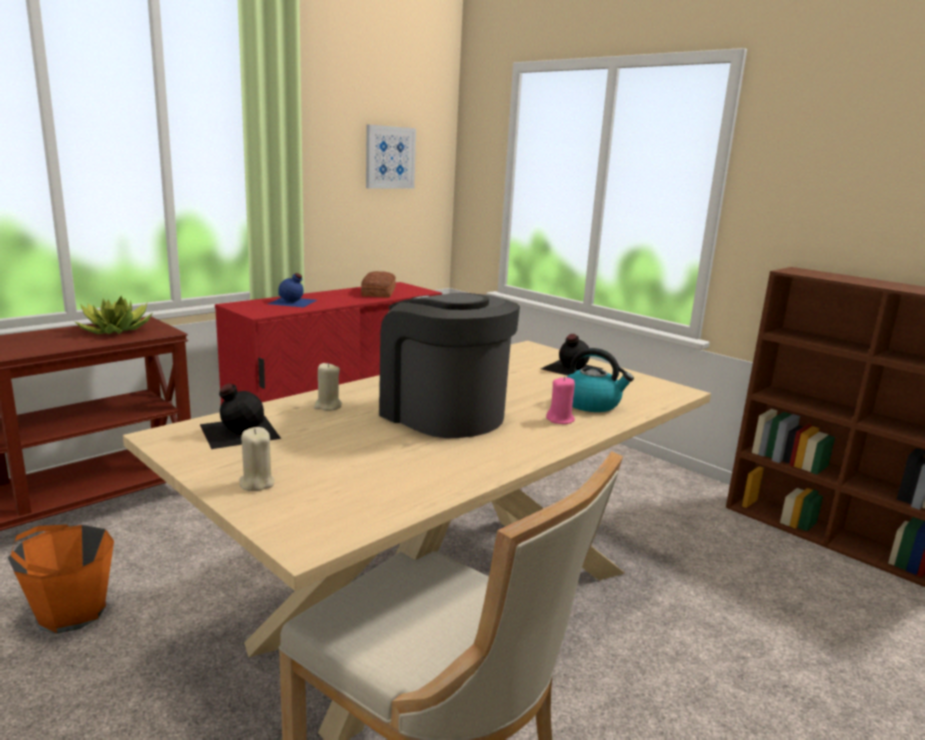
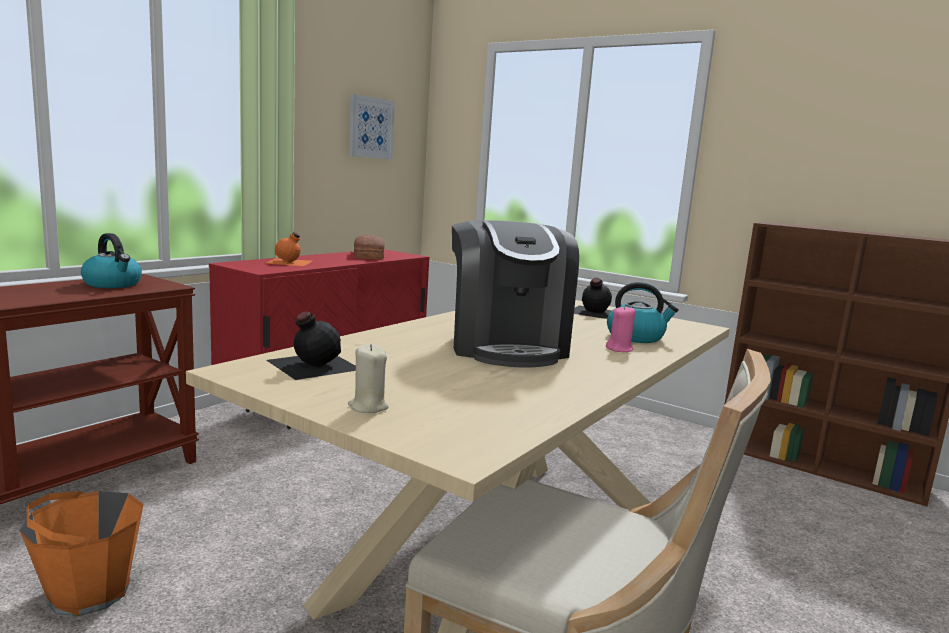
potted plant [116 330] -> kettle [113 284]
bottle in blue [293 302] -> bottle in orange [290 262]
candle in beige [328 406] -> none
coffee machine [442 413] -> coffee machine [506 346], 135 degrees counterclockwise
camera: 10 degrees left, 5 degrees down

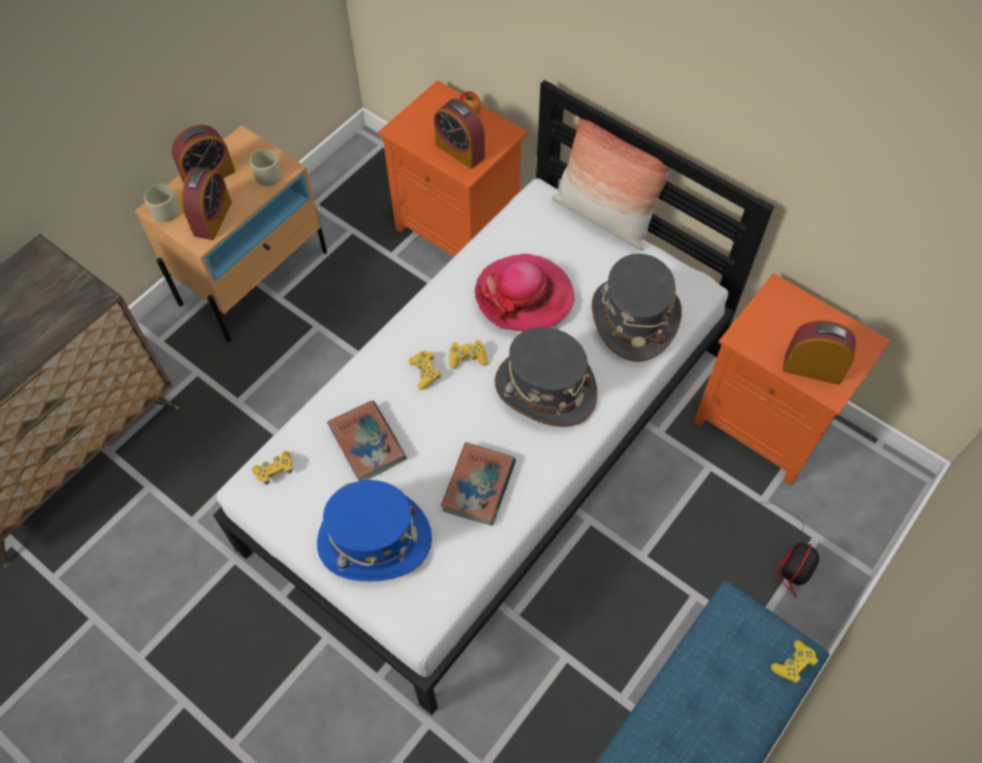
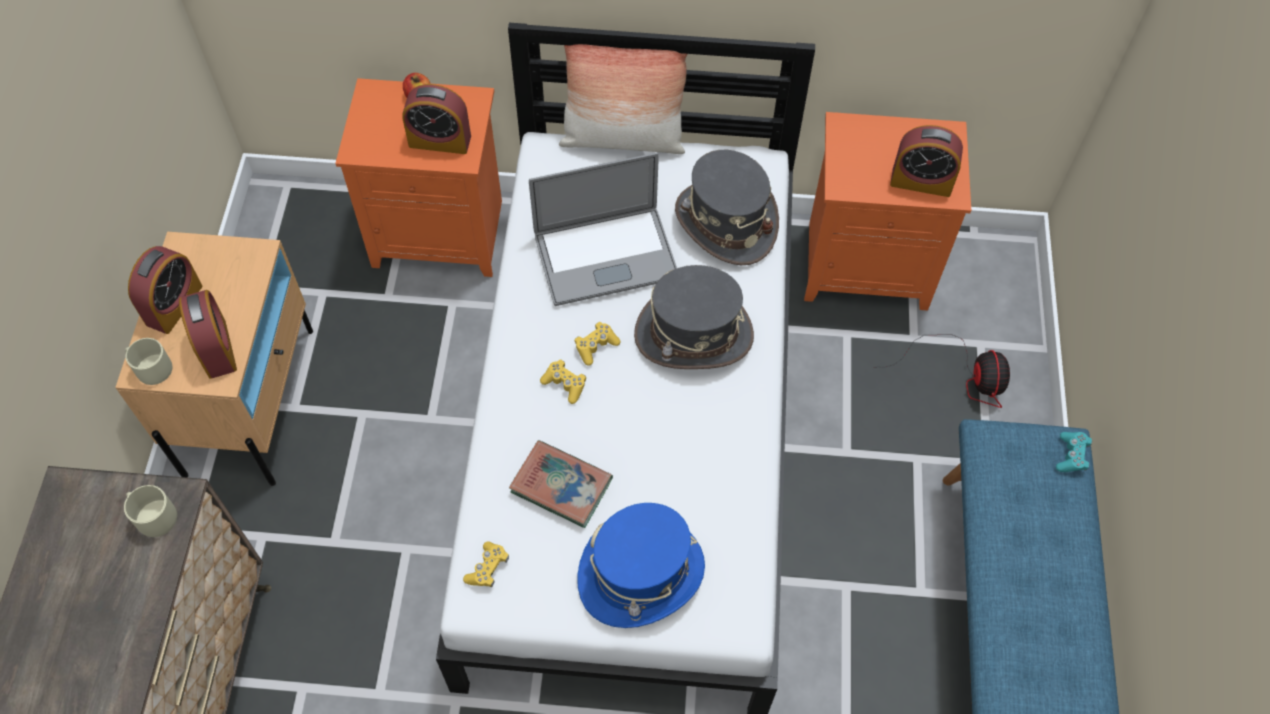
mug in beige [267 173] -> mug in beige [152 515], shifted
book [479 486] -> none
hat [524 296] -> laptop [606 256]
game controller in yellow [793 664] -> game controller in turquoise [1071 455]
alarm clock [812 368] -> alarm clock [921 181], 150 degrees counterclockwise
camera: 35 degrees left, 0 degrees up

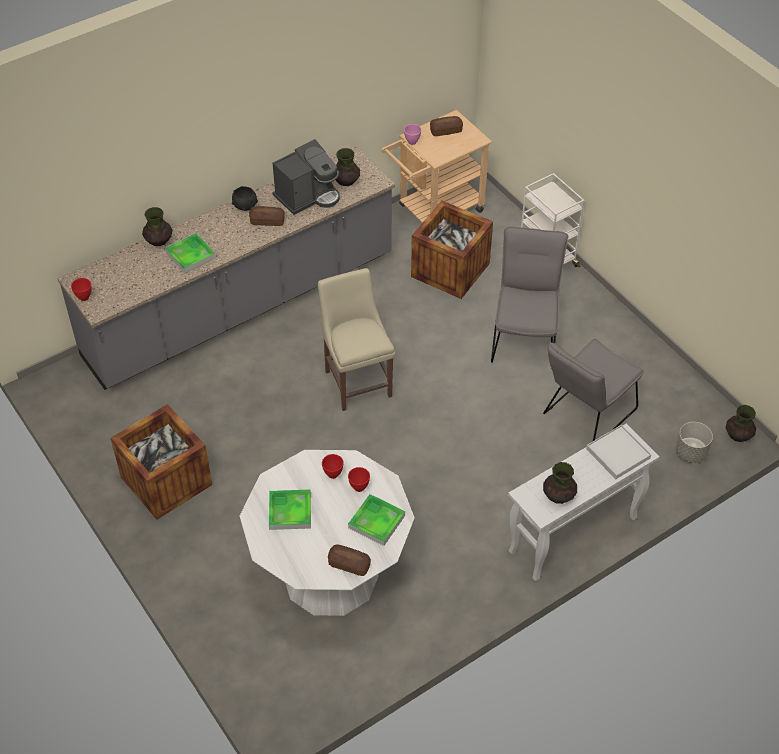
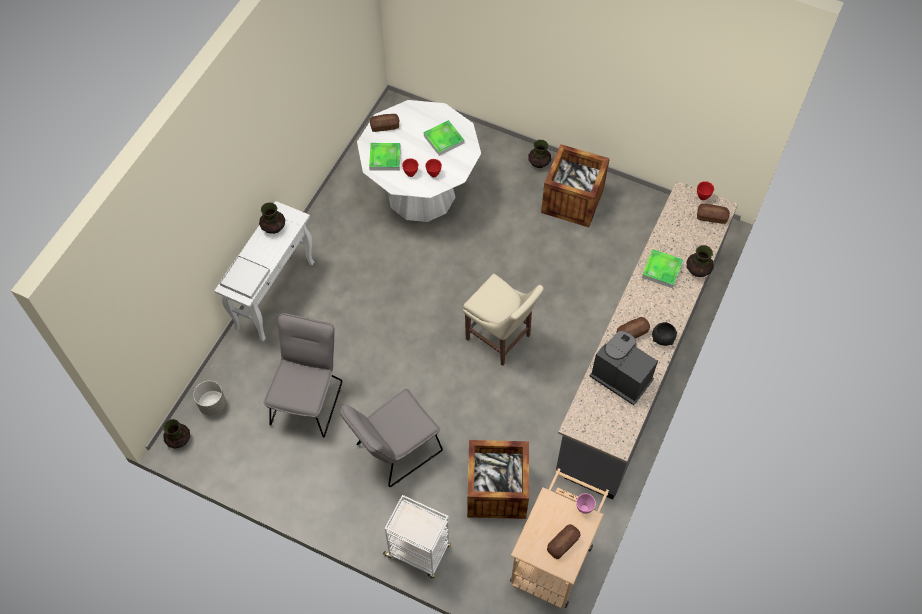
coffee machine [308 196] -> coffee machine [620 376], 105 degrees clockwise
vase [346 181] -> vase [539 163], shifted
chair in grey [525 335] -> chair in grey [394 451], 75 degrees clockwise
none -> bread [711 217]
camera: 150 degrees right, 10 degrees up

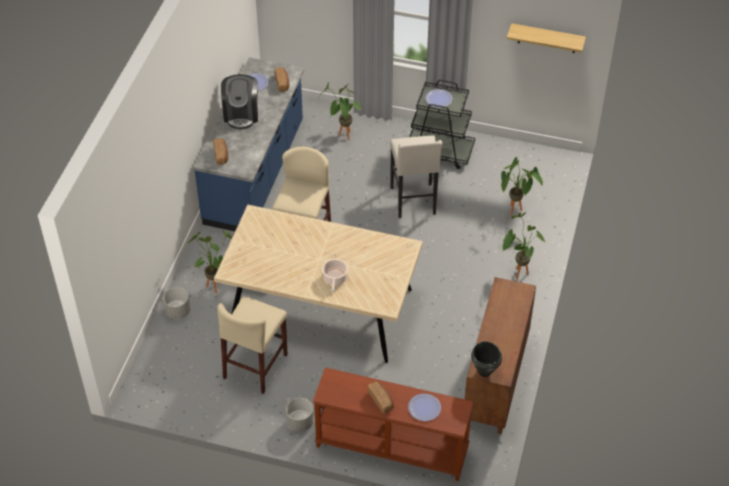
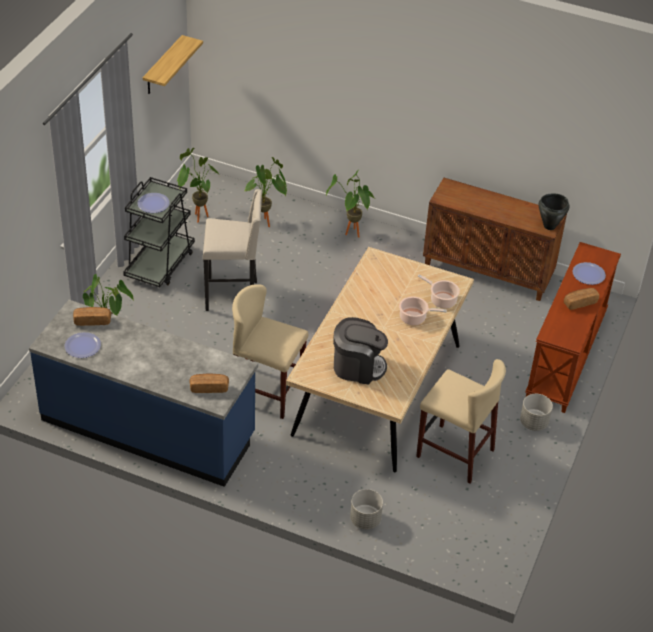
potted plant [214 284] -> potted plant [196 217], shifted
coffee machine [241 114] -> coffee machine [358 367], shifted
none -> cooking pot [441 300]
camera: 85 degrees left, 5 degrees down

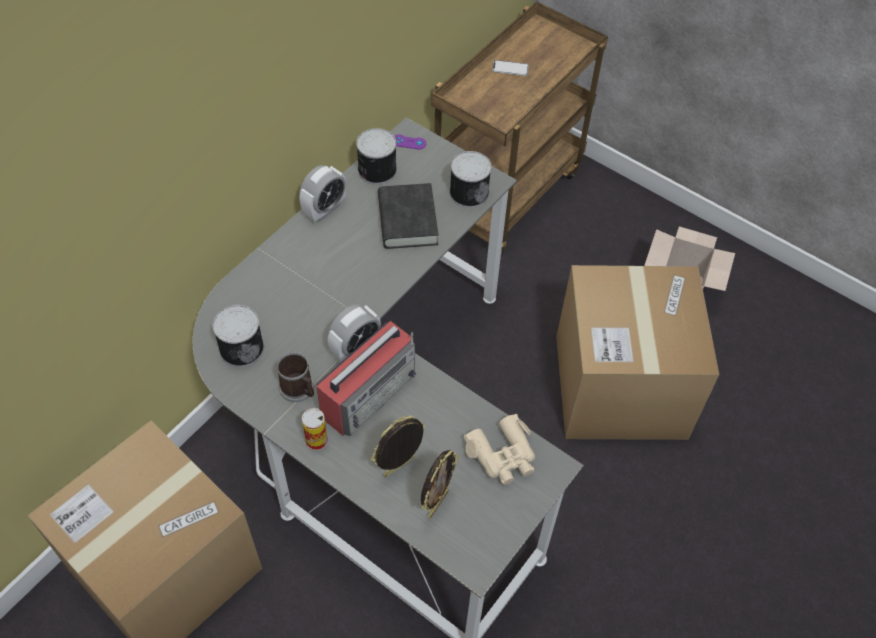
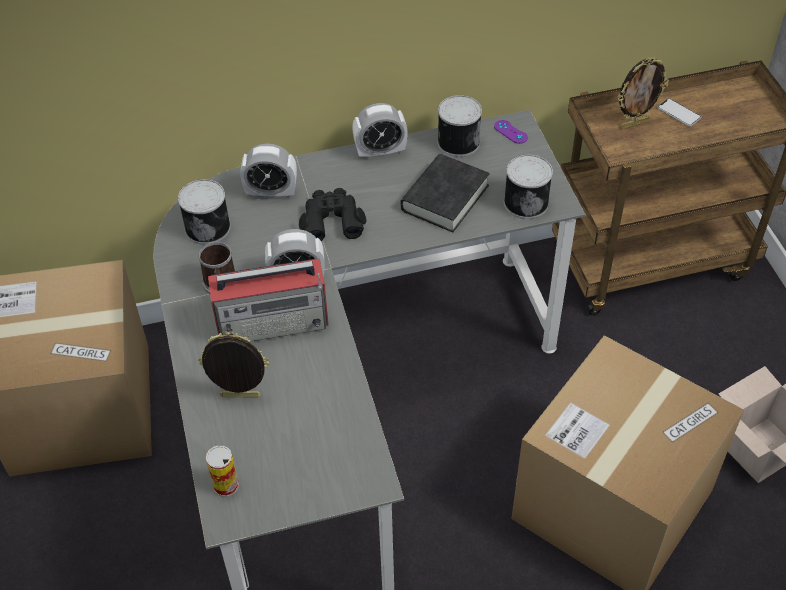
can [316 441] -> can [226 485], shifted
picture frame [437 503] -> picture frame [635 124], shifted
binoculars in beige [503 455] -> none
none -> alarm clock [271 193]
none -> binoculars in black [332 220]
camera: 40 degrees right, 5 degrees down

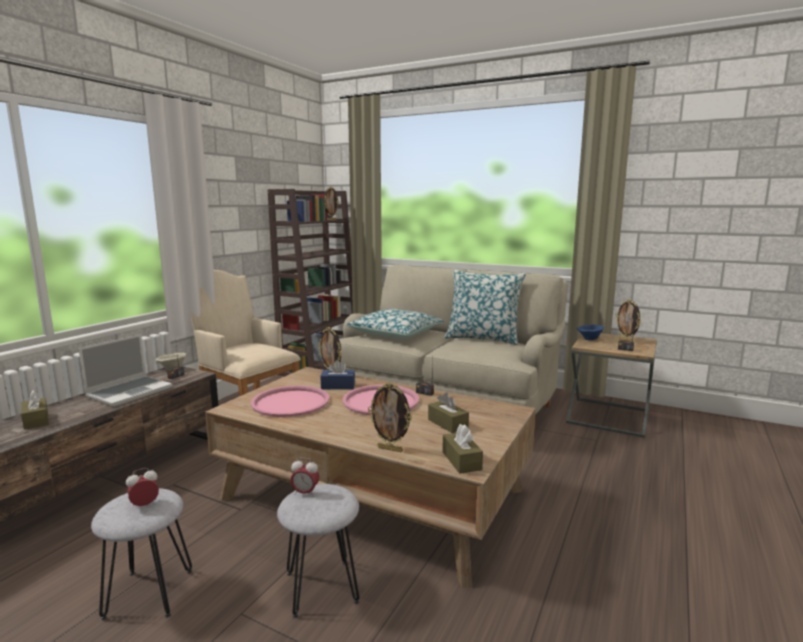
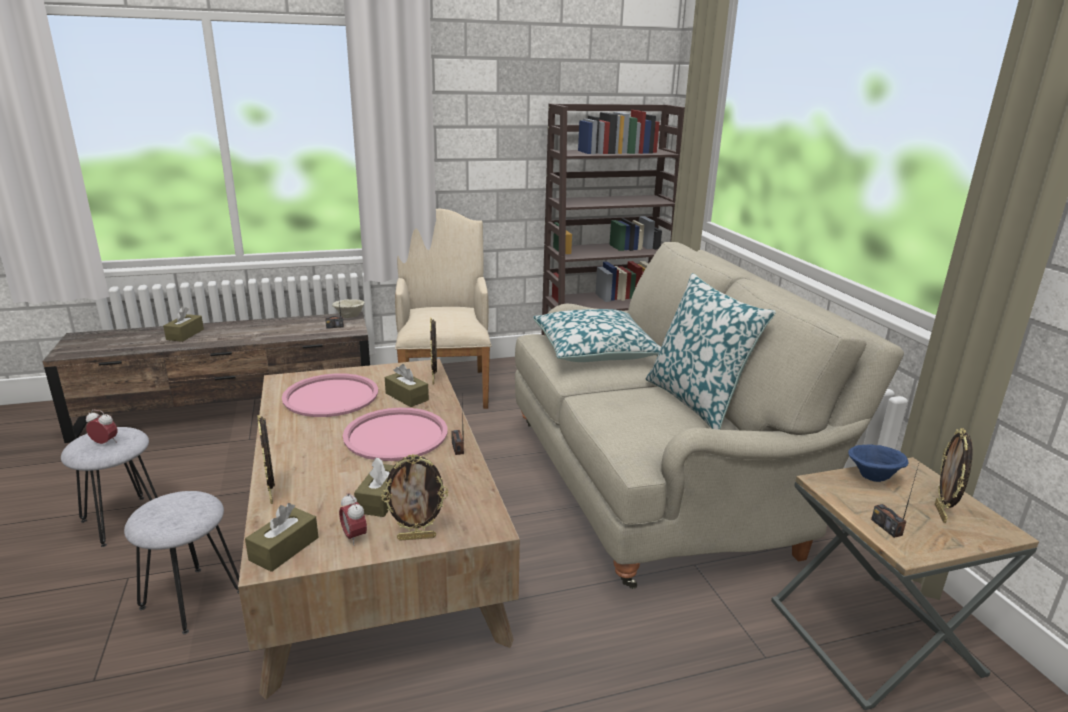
laptop [130 392] -> none
alarm clock [305 493] -> alarm clock [354 537], shifted
tissue box in blue [338 386] -> tissue box in brown [407 397]
picture frame [331 220] -> picture frame [417 537], shifted
camera: 45 degrees right, 10 degrees up

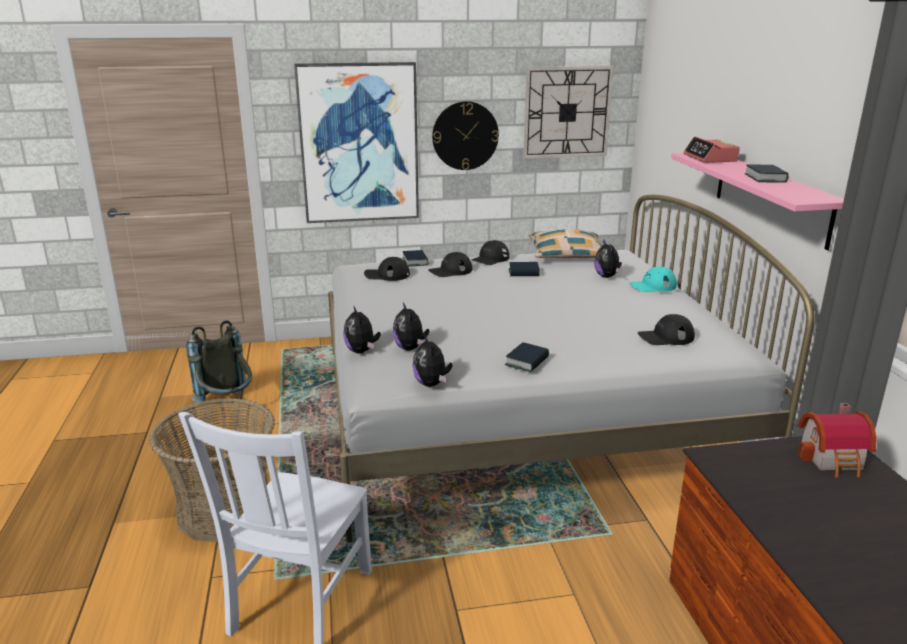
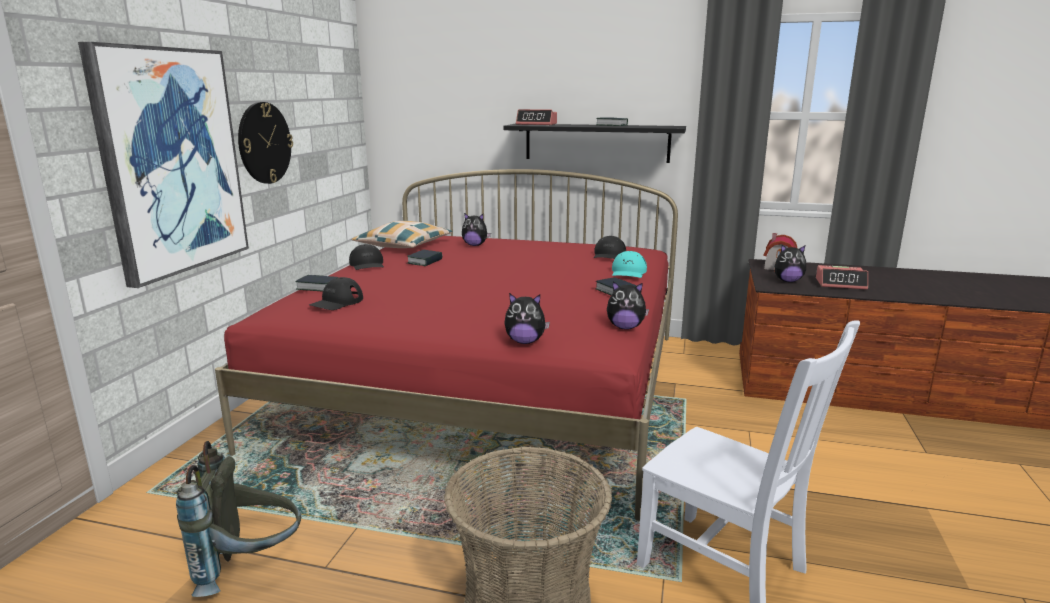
bed in white [520 412] -> bed in red [490 386]
plush toy [410 348] -> plush toy [788 281], shifted
cap in black [450 271] -> none
wall clock [567 112] -> none
cap in turquoise [652 286] -> cap in turquoise [628 272], shifted
shelf in pink [770 197] -> shelf in black [596 142]
none -> alarm clock [841 284]
camera: 65 degrees left, 5 degrees down

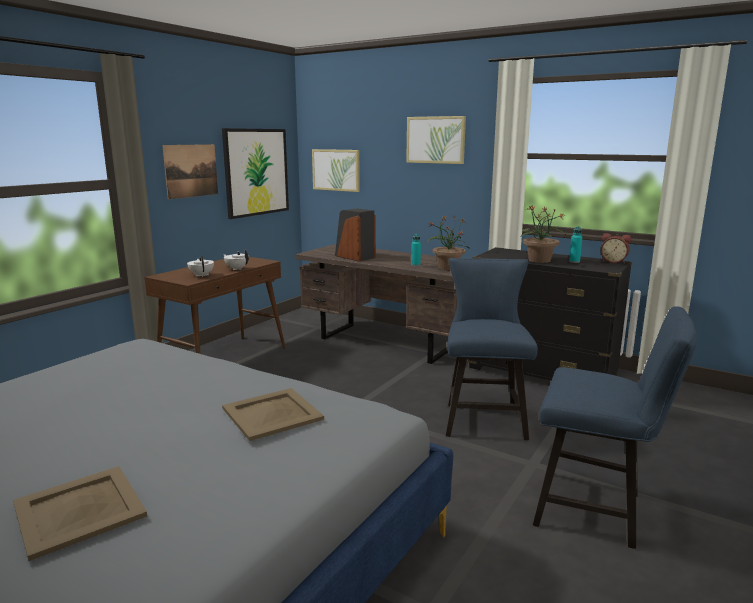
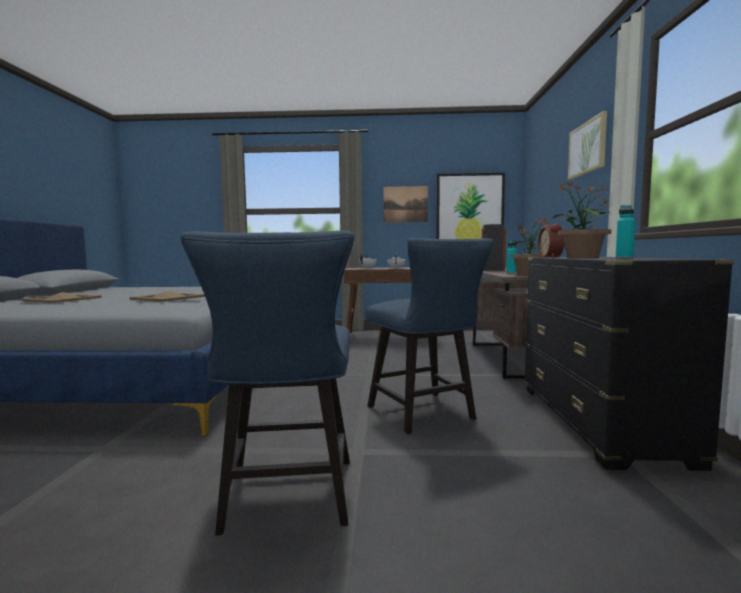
picture [336 170] -> none
chair in blue [483 417] -> chair in blue [425 415], 90 degrees clockwise
alarm clock [613 261] -> alarm clock [552 257], shifted
camera: 60 degrees right, 10 degrees down

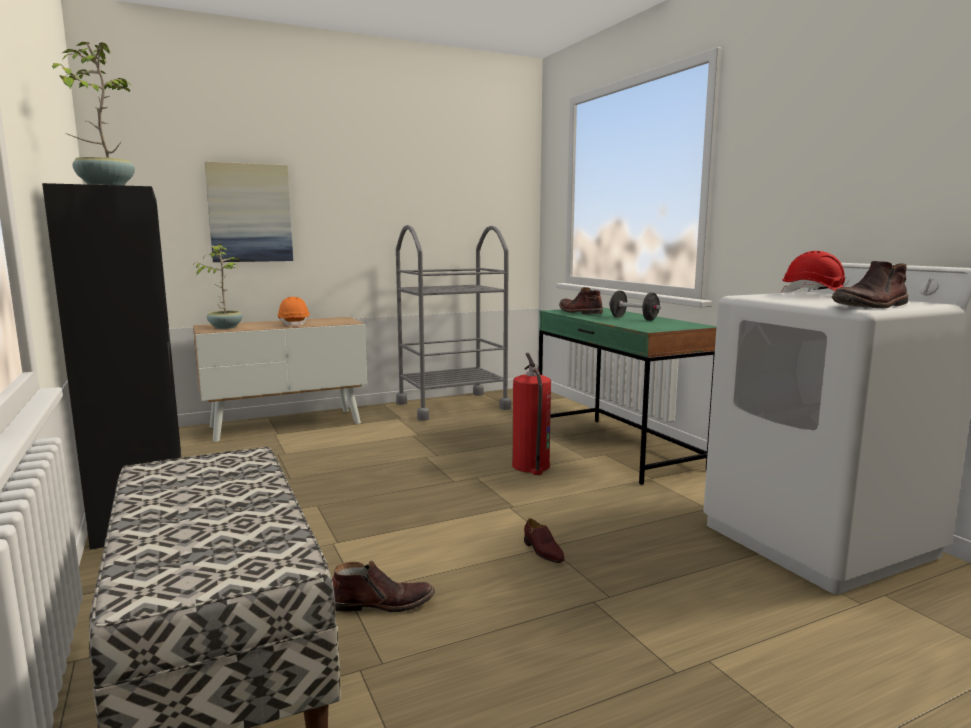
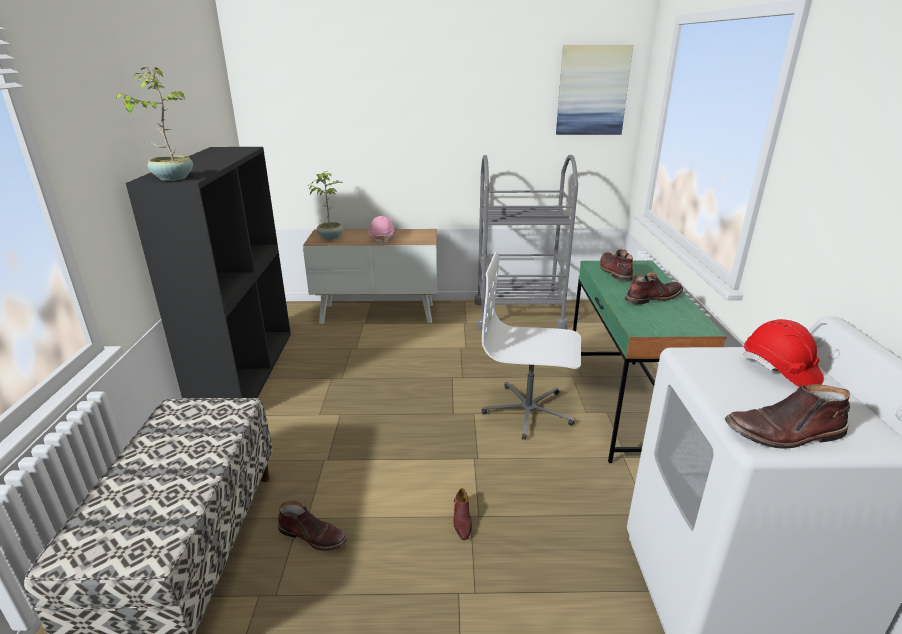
picture [250 213] -> picture [592 90], shifted
hard hat in orange [294 324] -> hard hat in pink [382 238]
fire extinguisher [531 466] -> office chair in white [528 411]
dumbbell in black [634 318] -> boot in brown [652 298]
camera: 25 degrees right, 15 degrees up

